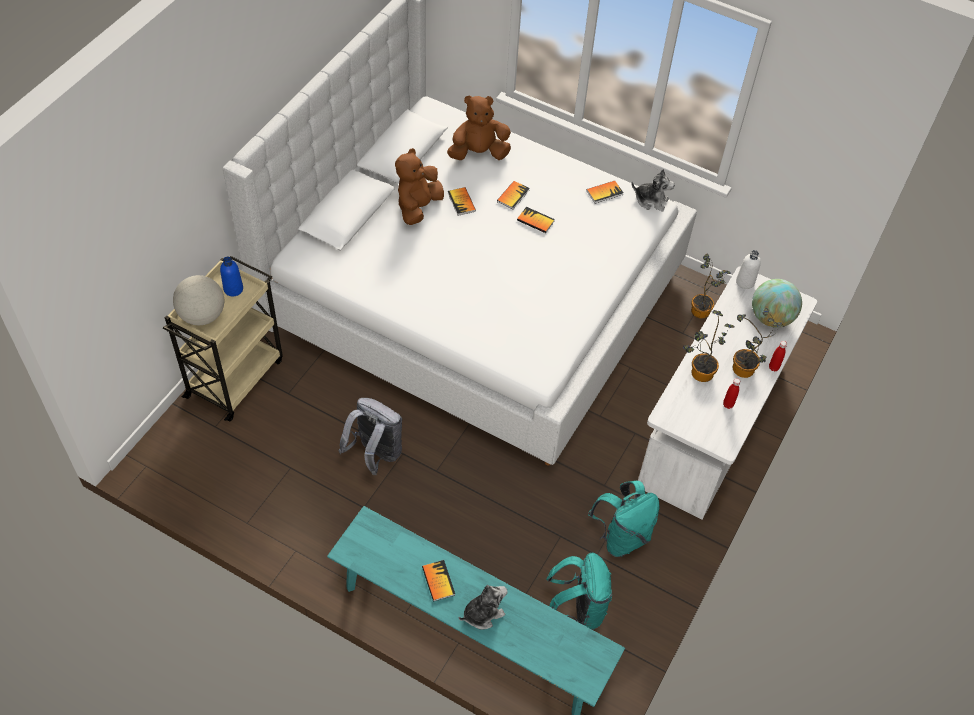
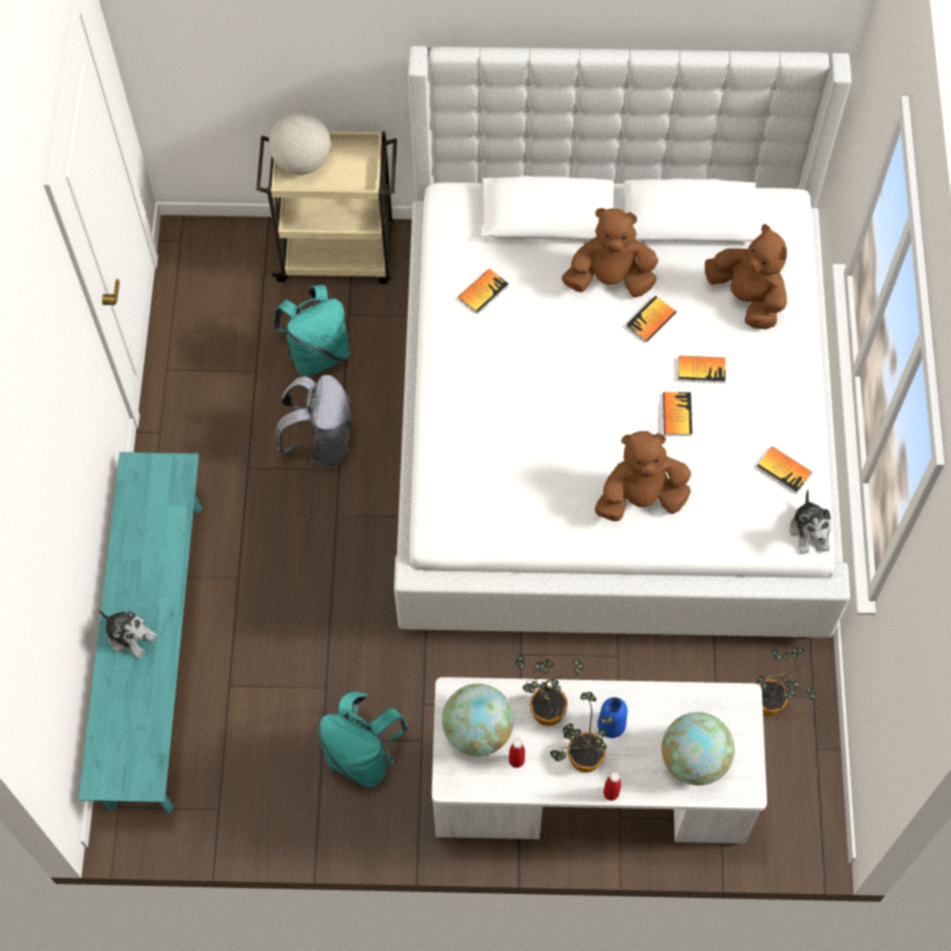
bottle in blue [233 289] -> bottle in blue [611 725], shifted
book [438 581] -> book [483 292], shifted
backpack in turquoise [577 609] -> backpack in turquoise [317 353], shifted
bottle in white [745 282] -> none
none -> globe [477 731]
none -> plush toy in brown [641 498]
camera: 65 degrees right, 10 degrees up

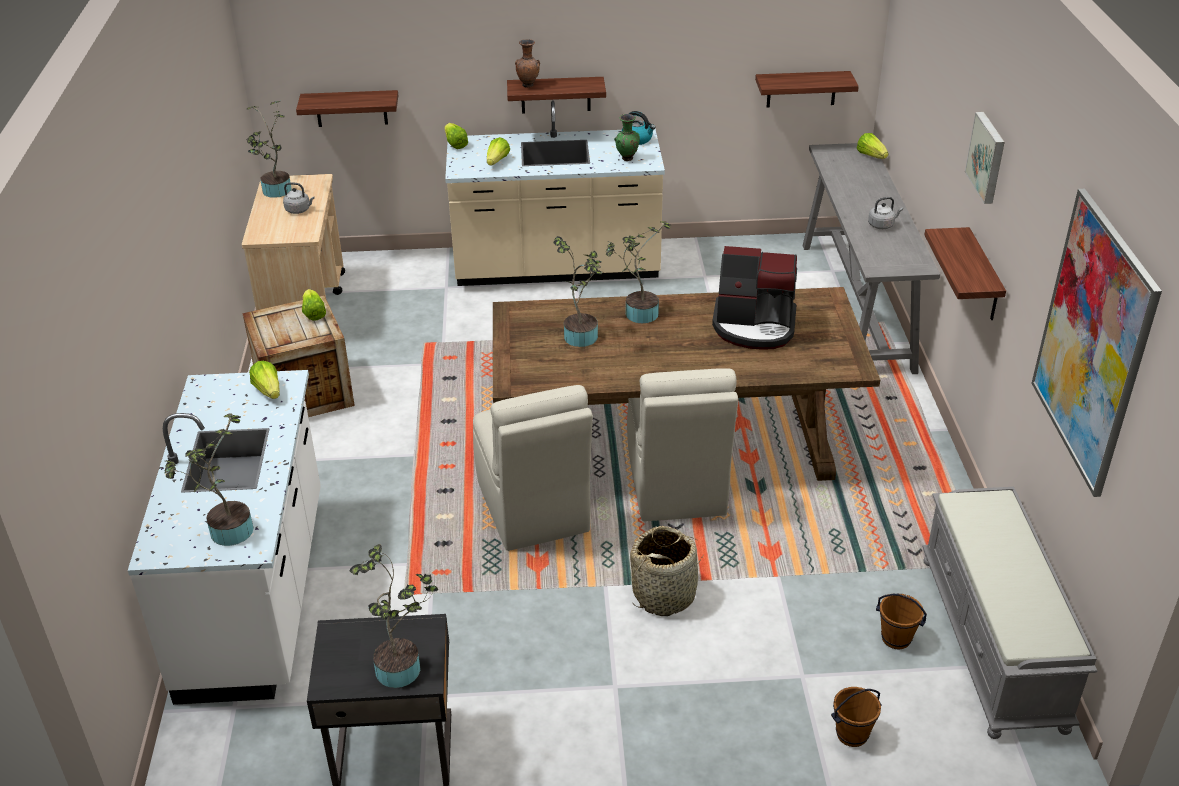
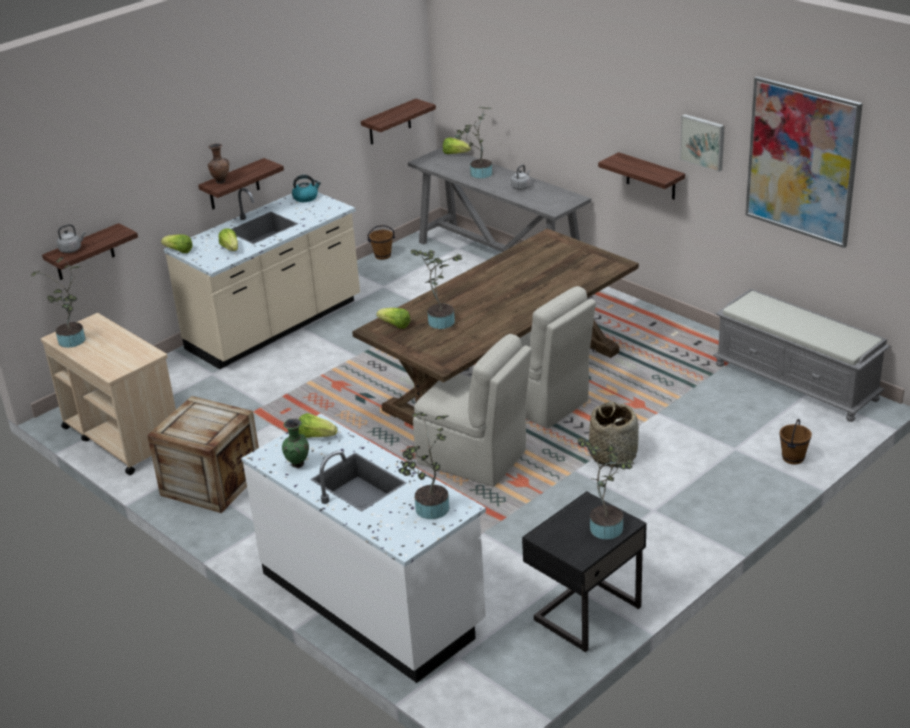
kettle in grey [299 210] -> kettle in grey [71 249], shifted
lettuce [313 313] -> lettuce [395 325], shifted
potted plant [637 313] -> potted plant [478 174], shifted
vase in green [627 159] -> vase in green [298 465], shifted
coffee machine [754 326] -> none
bucket in brown [896 639] -> bucket in brown [383 256], shifted
picture [988 157] -> picture [703 141], shifted
camera: 40 degrees left, 5 degrees down

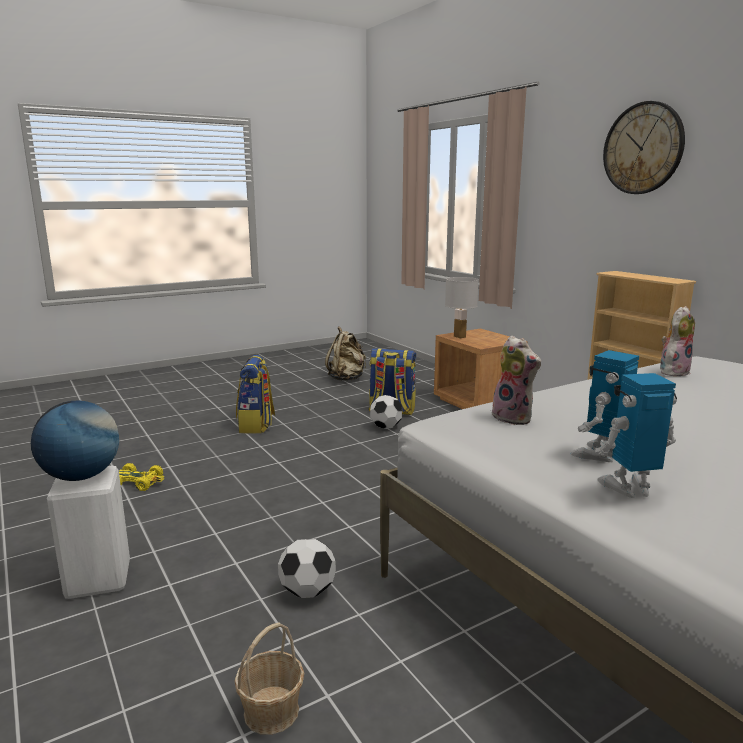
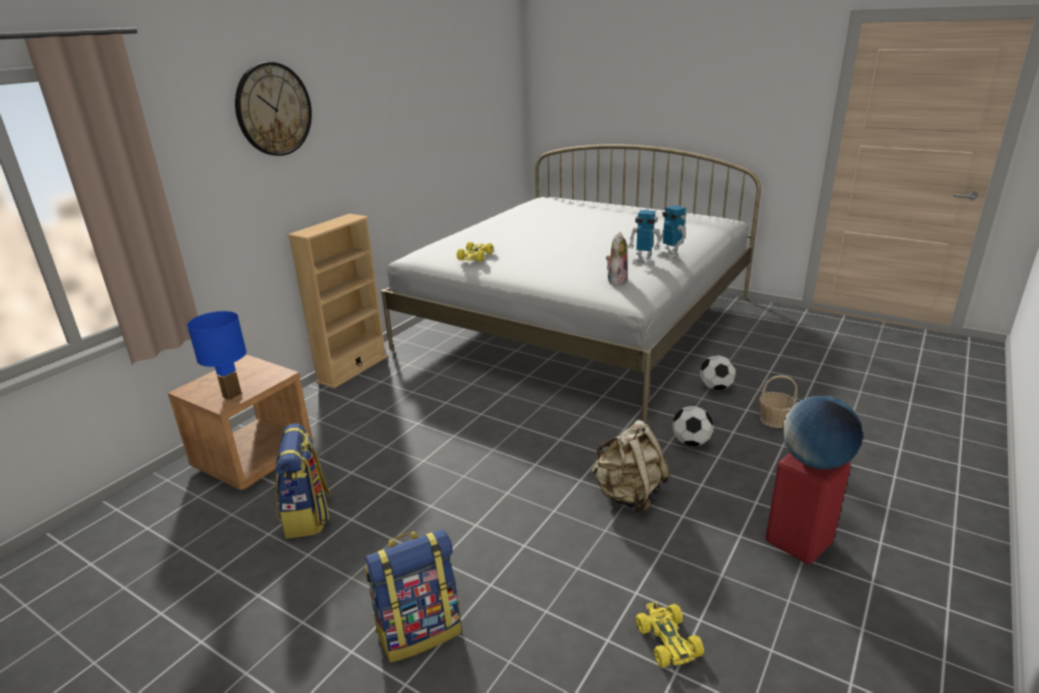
stool in white [97 579] -> stool in red [799 543]
backpack in beige [347 379] -> backpack in beige [628 496], shifted
football [386 427] -> football [716 387], shifted
table lamp in white [459 337] -> table lamp in blue [232 395]
plush toy [673 371] -> toy car in yellow [475 257]
camera: 115 degrees left, 10 degrees up

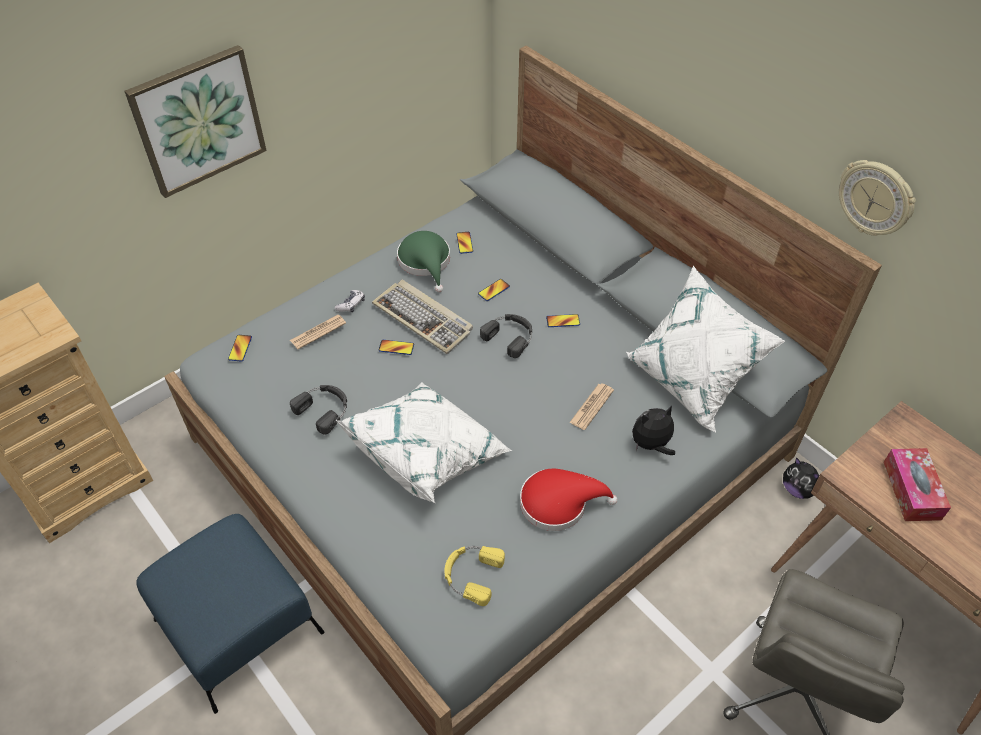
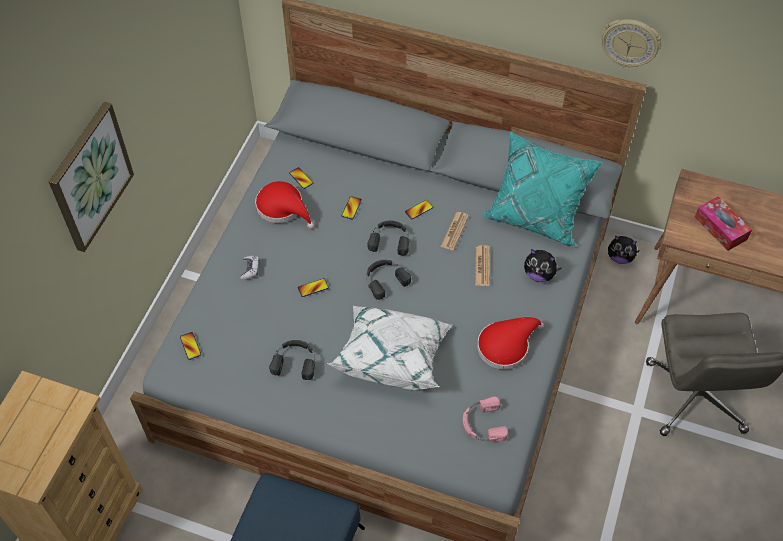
newspaper [318 332] -> newspaper [454 231], shifted
keyboard [424 318] -> none
hat in green [426 262] -> hat in red [283 208]
headphones in yellow [471 574] -> headphones in pink [482 423]
pillow in white [691 381] -> pillow in turquoise [536 215]
plush toy [651 445] -> plush toy [539 274], 105 degrees counterclockwise
none -> headphones in black [385 279]
camera: 30 degrees left, 5 degrees up

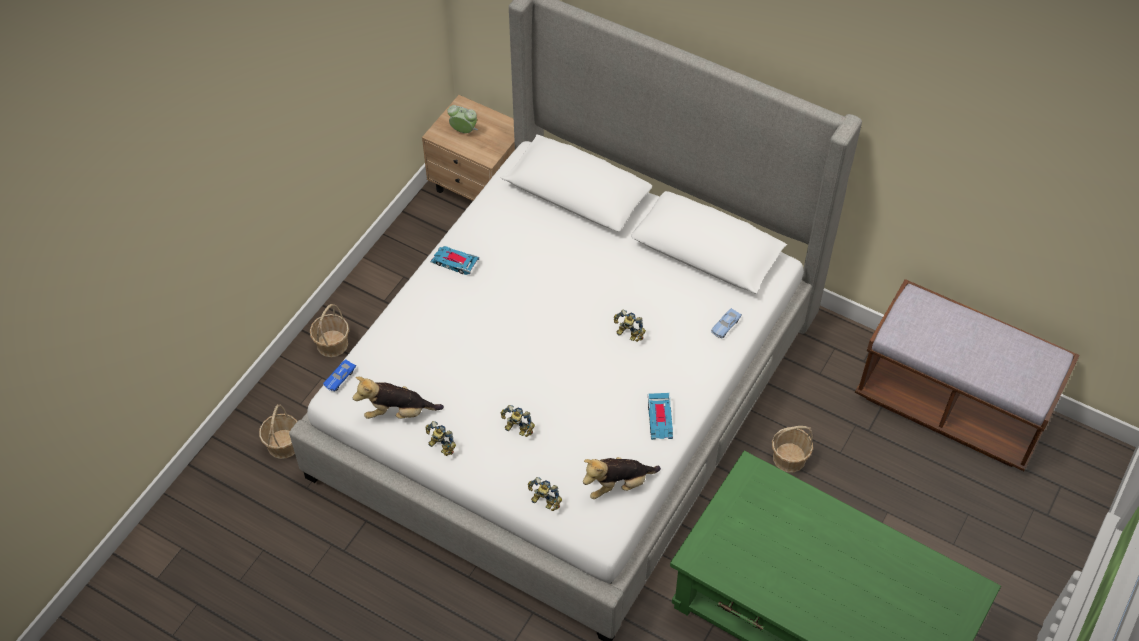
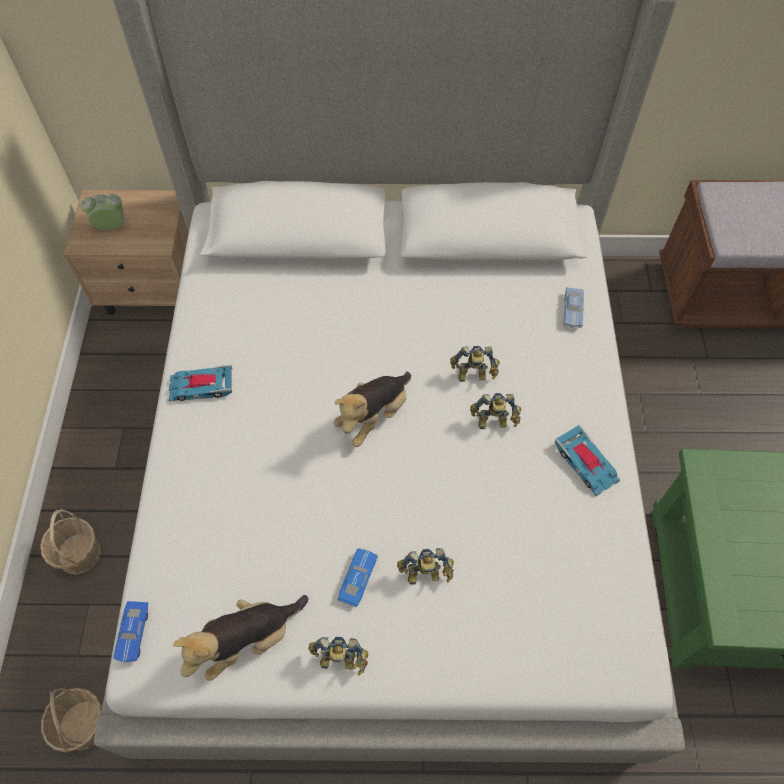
toy robot [543 502] -> toy robot [493 423], shifted
plush toy [618 485] -> plush toy [374 416], shifted
basket [789 458] -> none
none -> toy car in blue [358 578]
camera: 30 degrees left, 5 degrees up

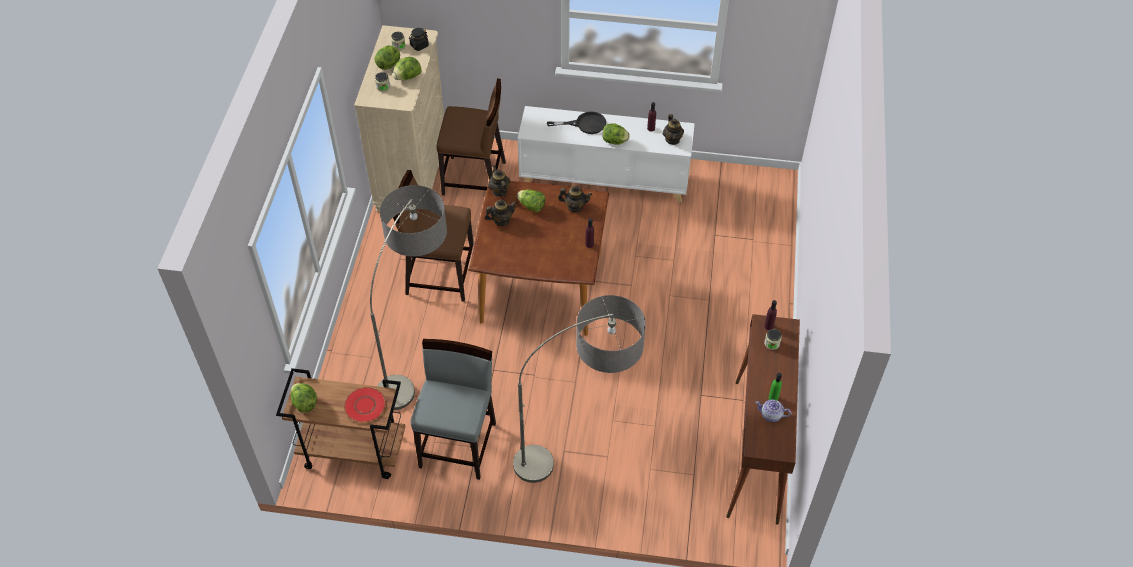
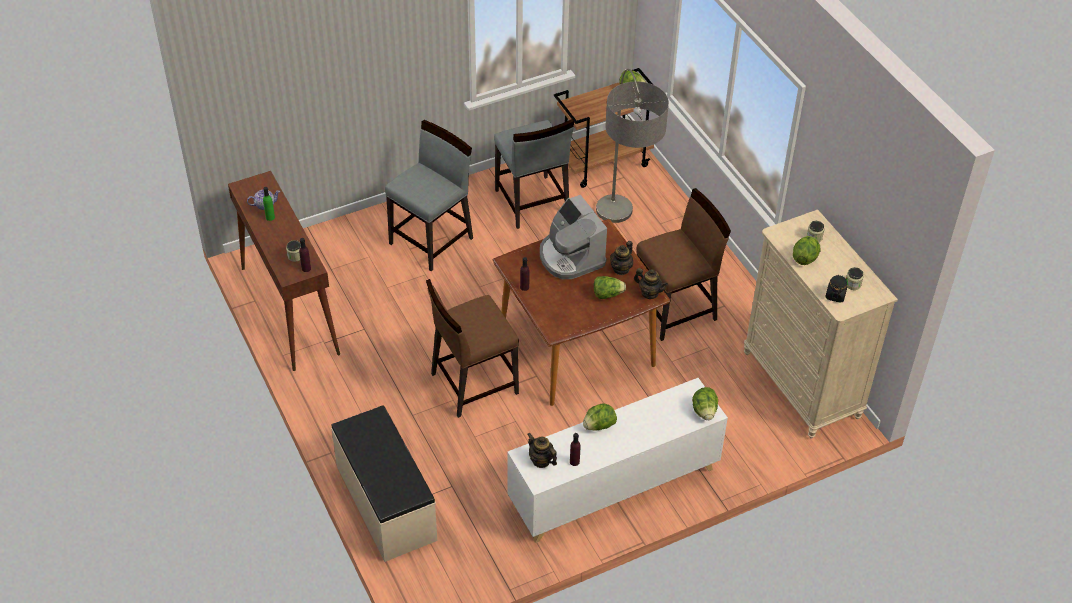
plate in red [365 405] -> none
lettuce [389 64] -> lettuce [704 411], shifted
chair in brown [475 178] -> chair in brown [473 383], shifted
floor lamp [580 453] -> chair in grey [432 240]
frying pan in black [585 124] -> none
teapot [575 206] -> none
none -> bench in beige [385 503]
none -> coffee machine [570 257]
camera: 145 degrees right, 5 degrees down

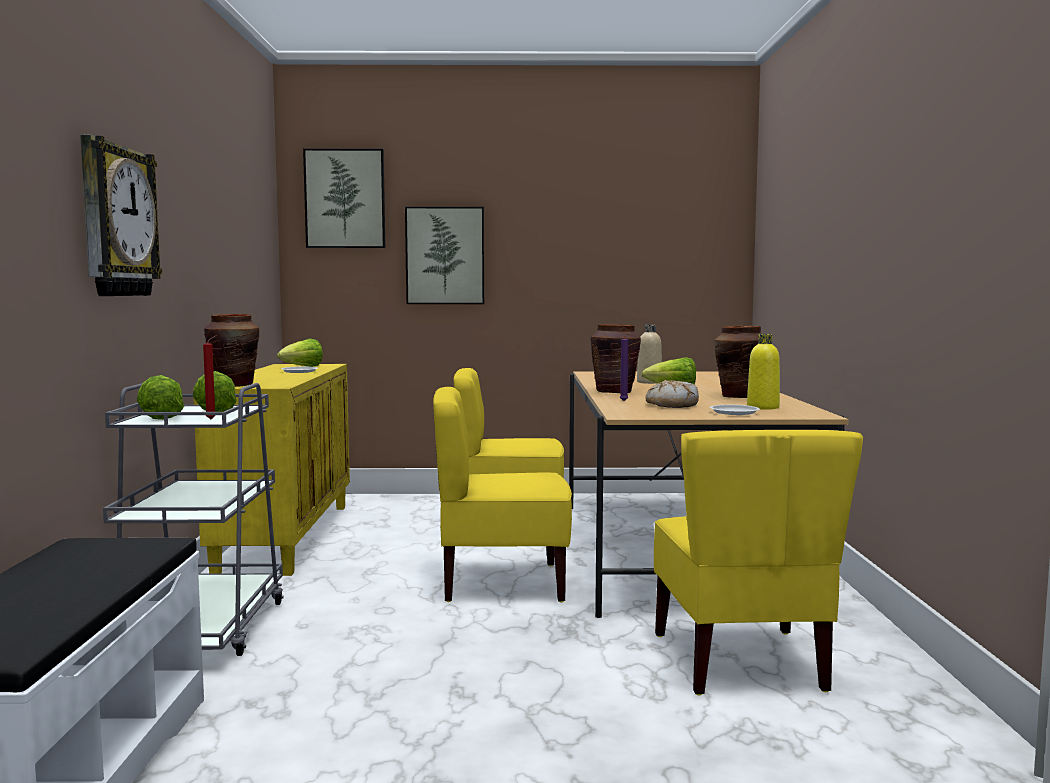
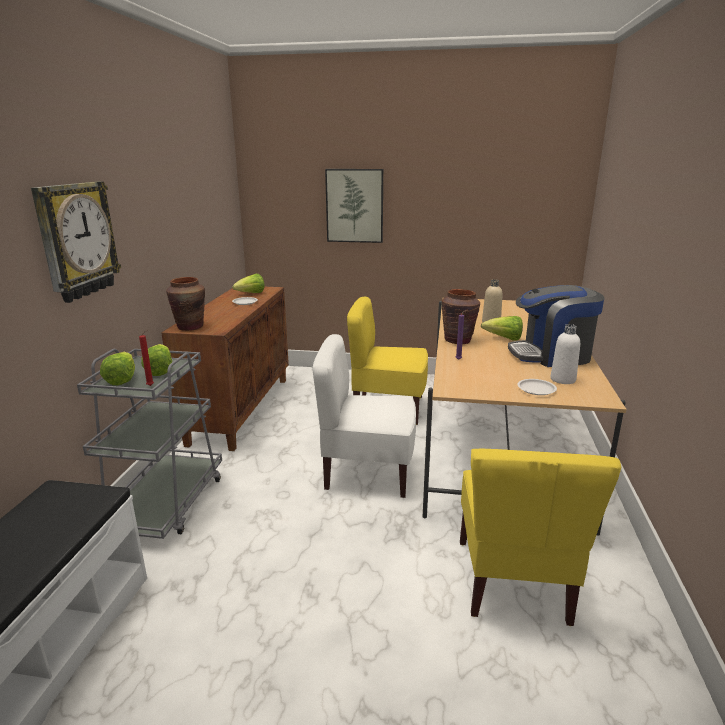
cabinet in yellow [285 536] -> cabinet in brown [240 409]
picture [345 199] -> none
chair in yellow [501 584] -> chair in white [367 473]
bread [672 405] -> none
vase in brown [739 396] -> coffee machine [551 355]
bottle in yellow [763 407] -> bottle in white [563 379]
camera: 10 degrees right, 15 degrees up

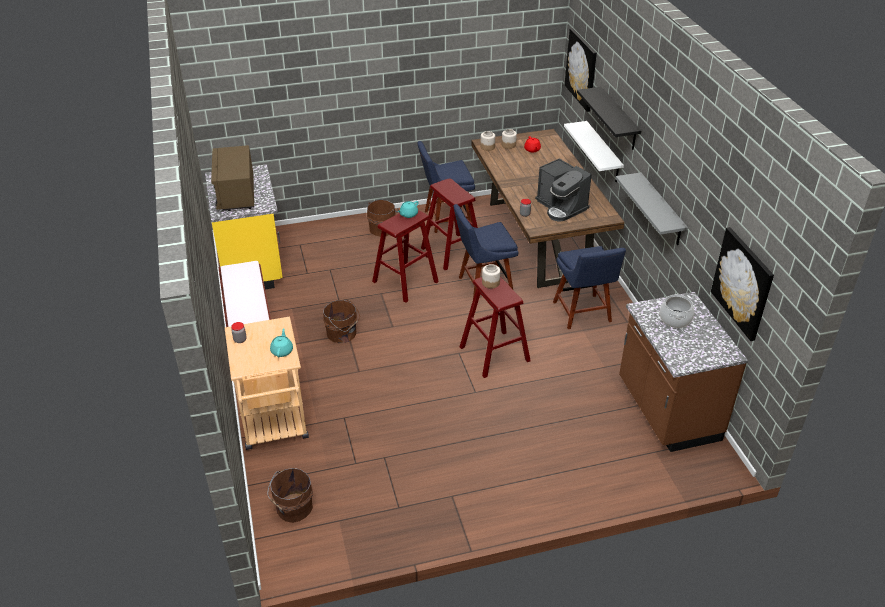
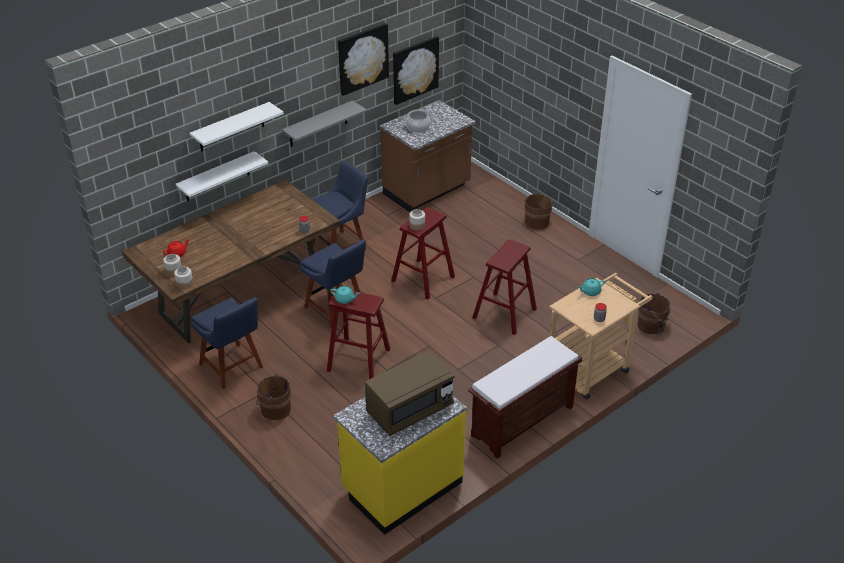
bucket in brown [342 334] -> bucket in brown [537 221], shifted
stool in red [452 251] -> stool in red [504 313], shifted
coffee machine [561 207] -> none
picture [582 69] -> picture [362 58], shifted
shelf in black [618 119] -> shelf in white [231 127]
camera: 115 degrees left, 0 degrees up

